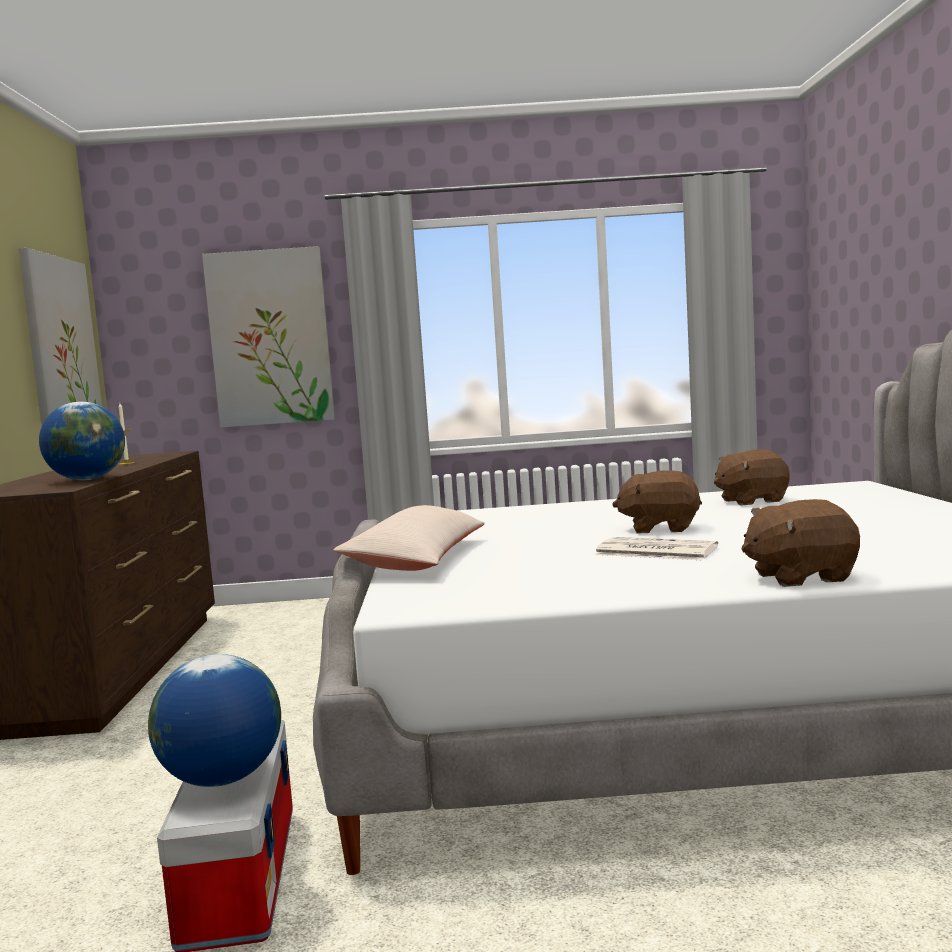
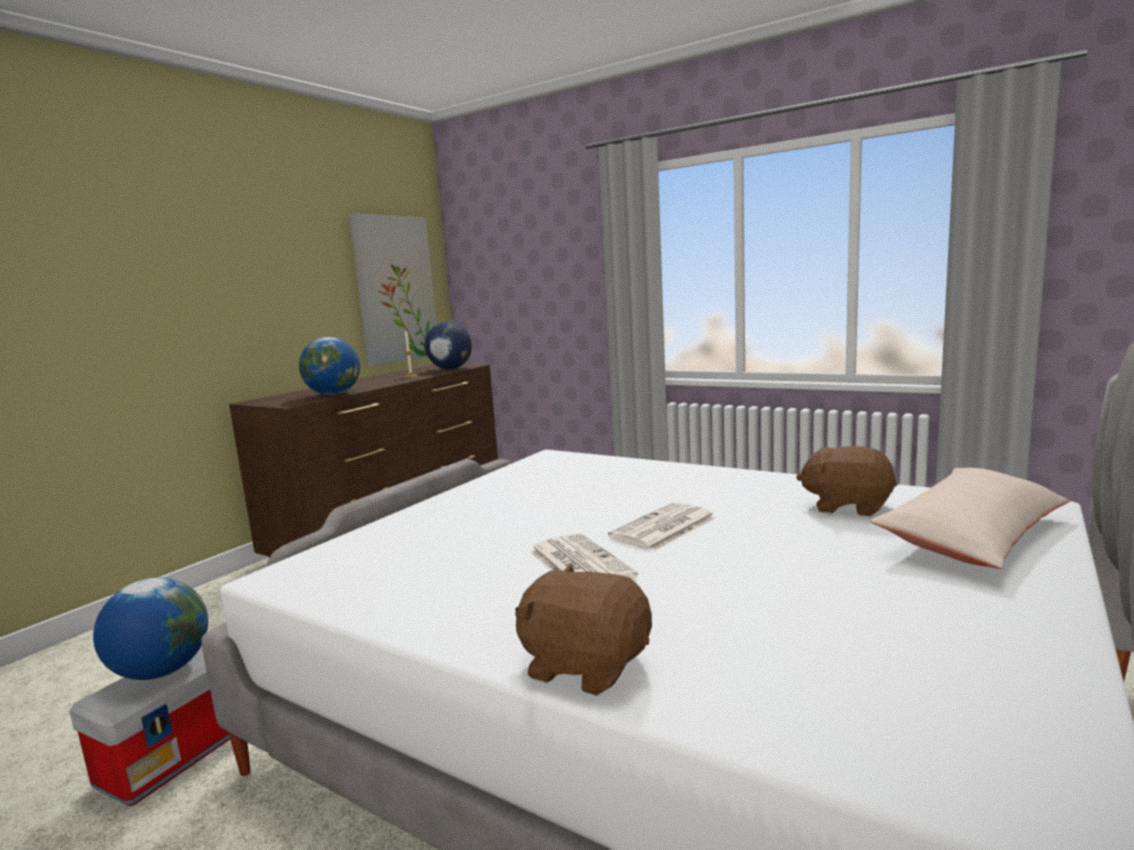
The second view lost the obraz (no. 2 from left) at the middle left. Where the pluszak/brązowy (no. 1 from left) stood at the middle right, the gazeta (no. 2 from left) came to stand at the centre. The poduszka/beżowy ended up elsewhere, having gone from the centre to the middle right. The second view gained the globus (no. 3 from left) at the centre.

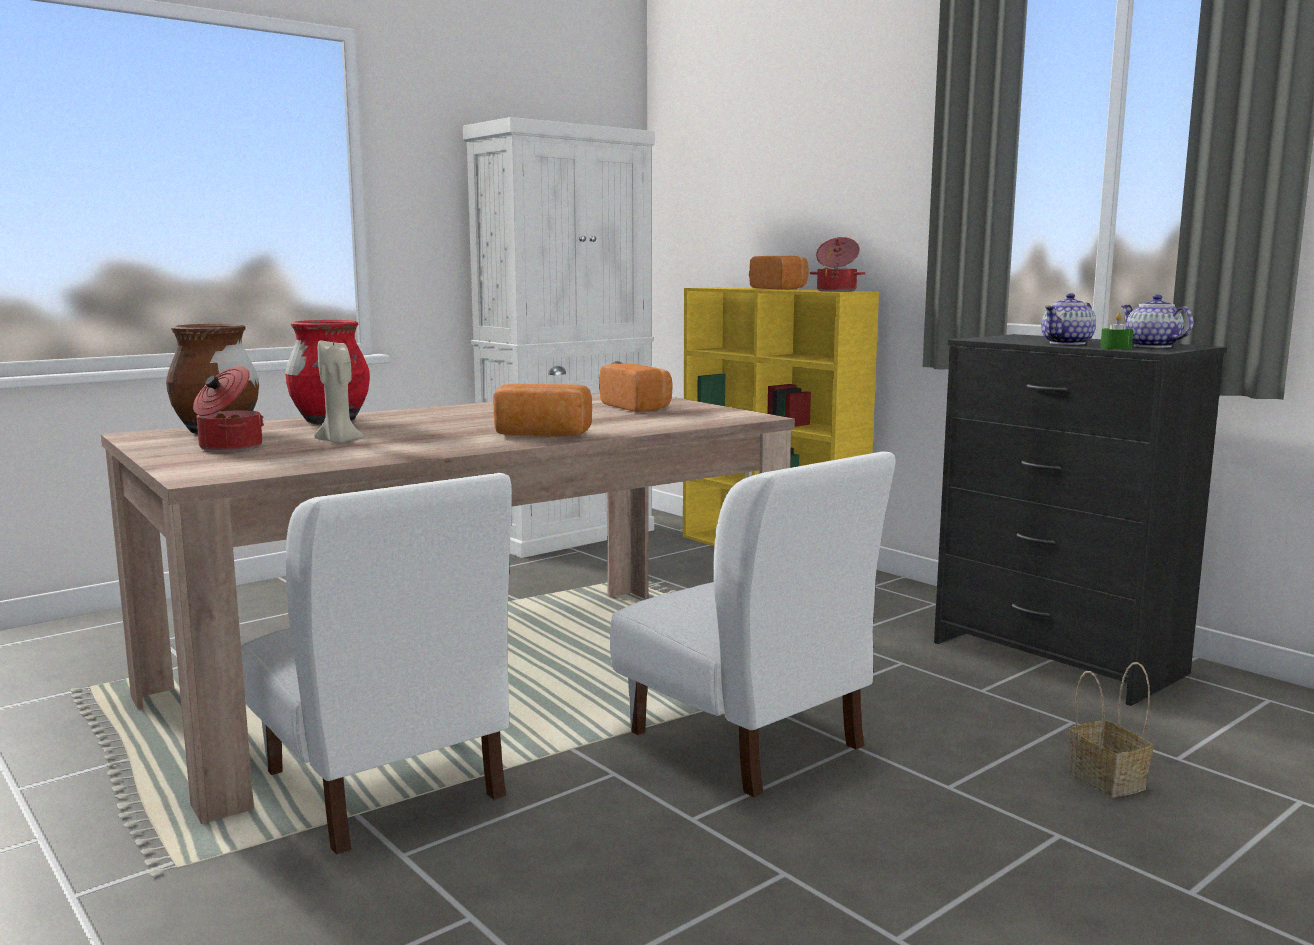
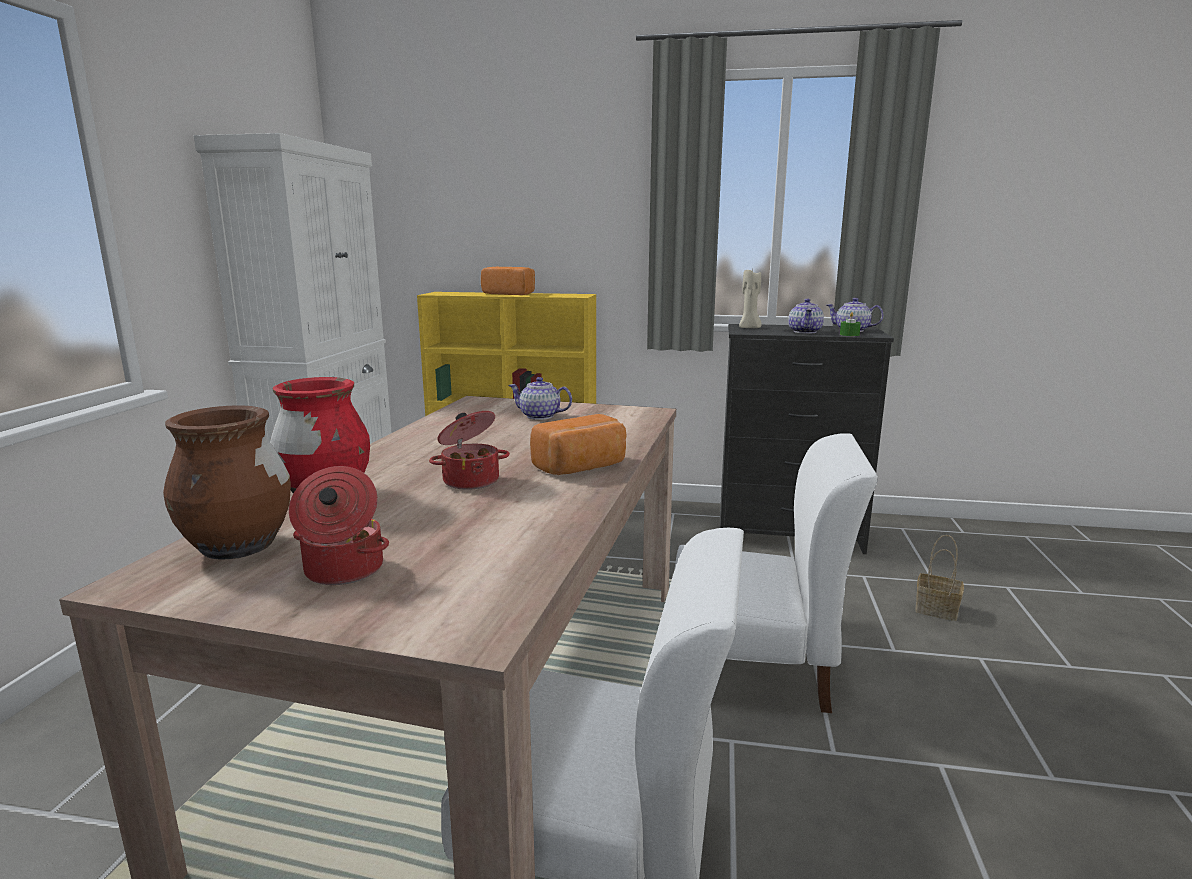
The garnek (no. 2 from left) ended up elsewhere, having gone from the top centre to the centre. The świeca/beżowy ended up elsewhere, having gone from the middle left to the centre. Where the chleb (no. 2 from left) stood at the centre, the imbryk (no. 1 from left) came to stand at the centre.

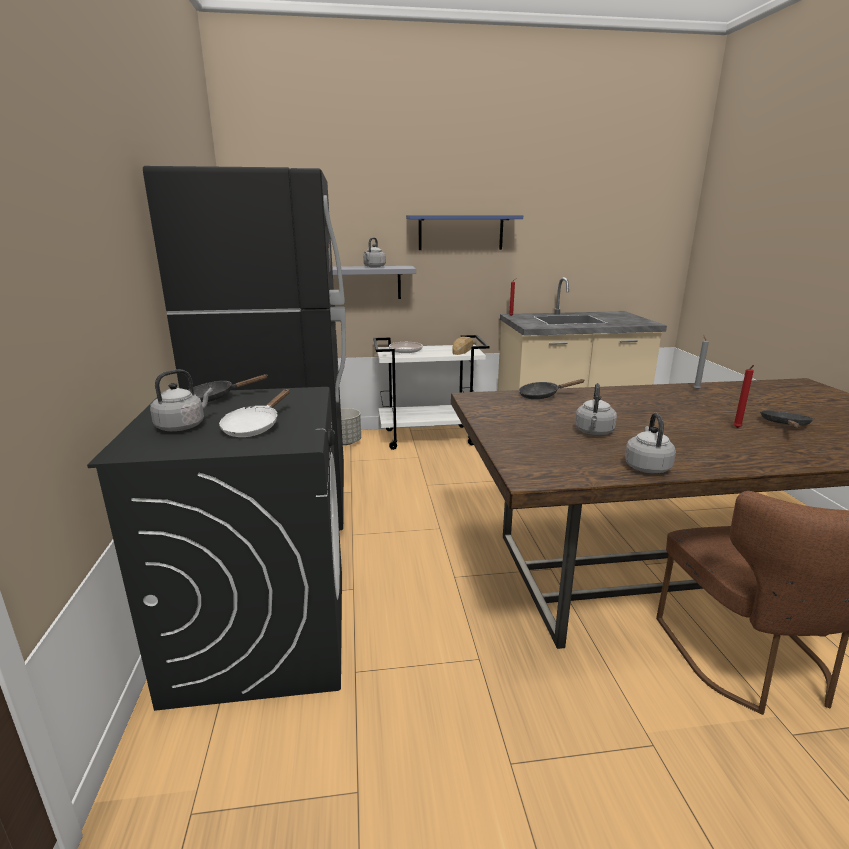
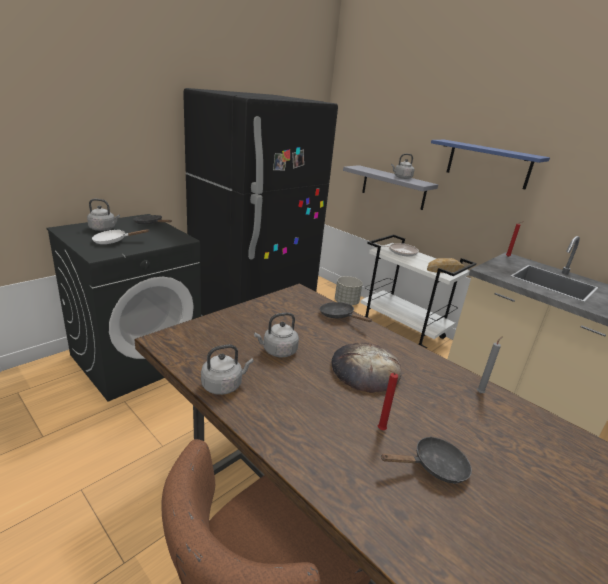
The second view gained the chleb (no. 1 from left) at the centre.

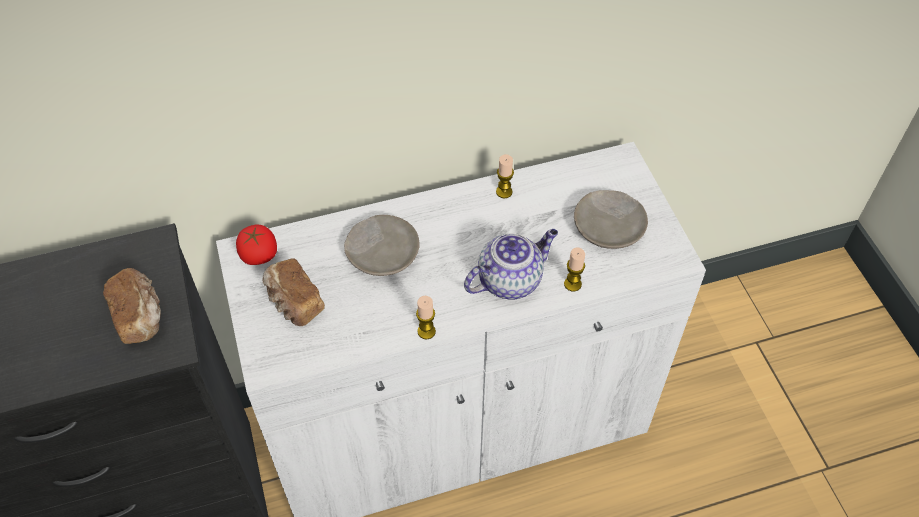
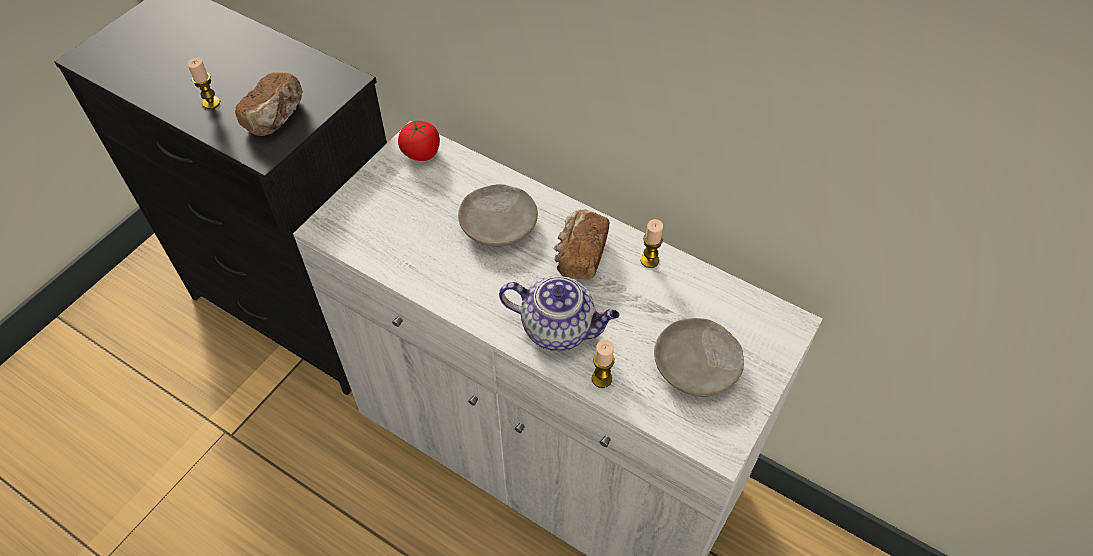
The chleb (no. 2 from left) ended up elsewhere, having gone from the middle left to the centre. The świeca (no. 1 from left) ended up elsewhere, having gone from the centre to the top left.

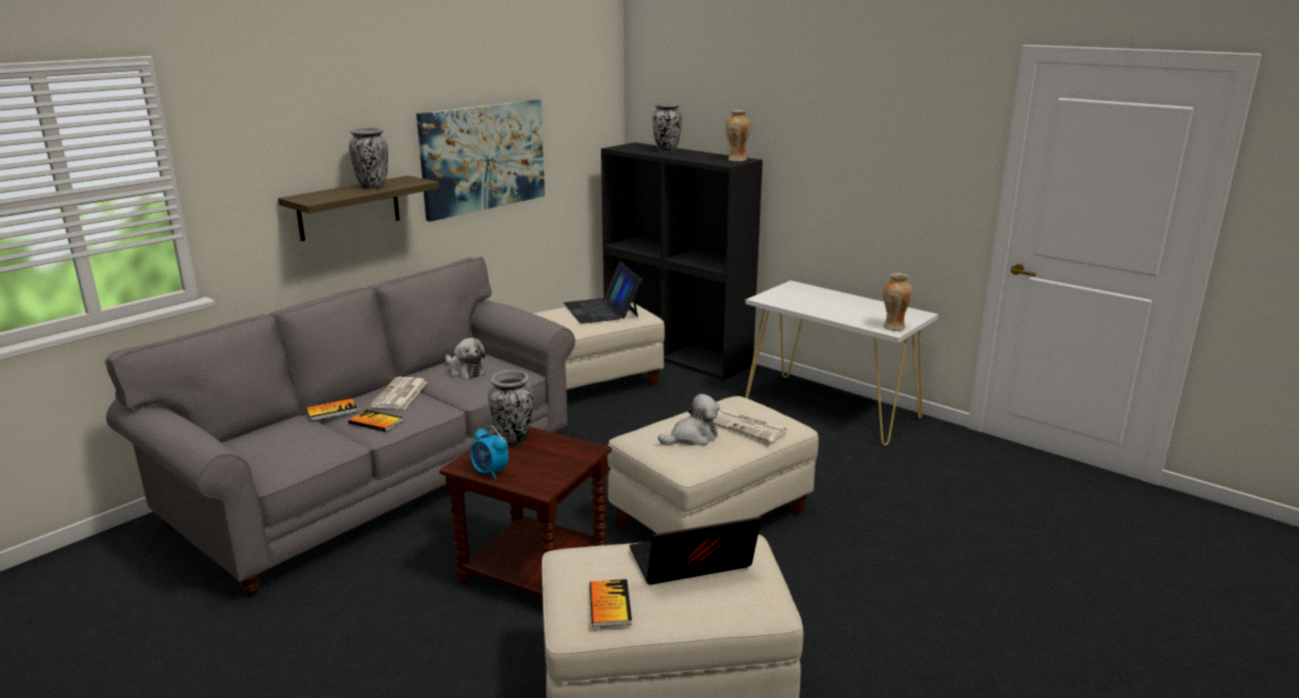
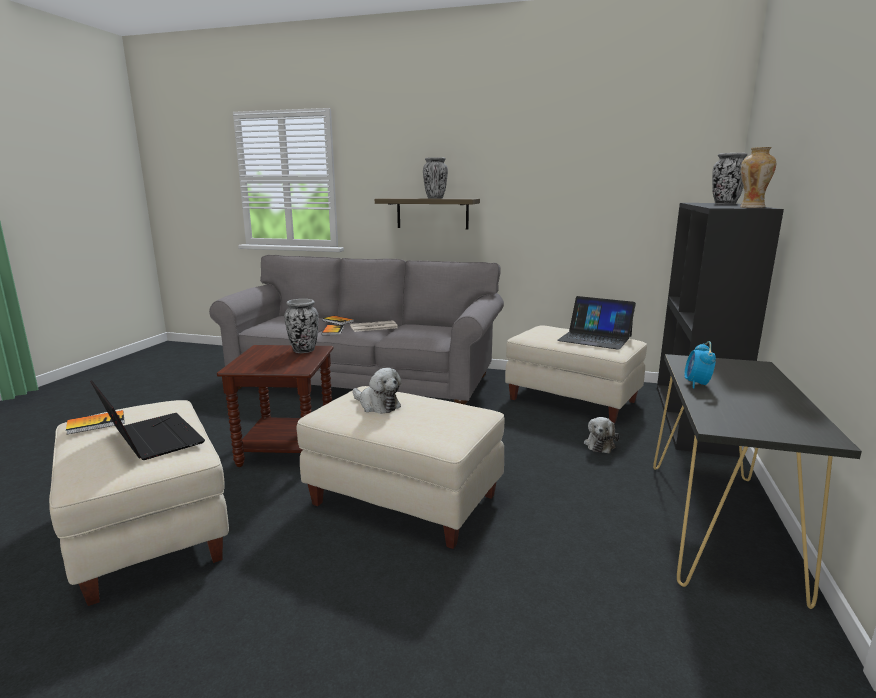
The second view lost the obraz at the top centre. The laptop (no. 1 from left in the first image) at the centre ended up facing another way, 105 degrees counterclockwise from before. The second view lost the wazon (no. 5 from left) at the middle right. What was the stolik konsolowy/biały at the centre turned into the stolik konsolowy/czarny at the bottom right. The pluszak (no. 1 from left in the first image) ended up elsewhere, having gone from the centre to the middle right. The second view lost the gazeta (no. 2 from left) at the centre. The budzik ended up elsewhere, having gone from the centre to the middle right.

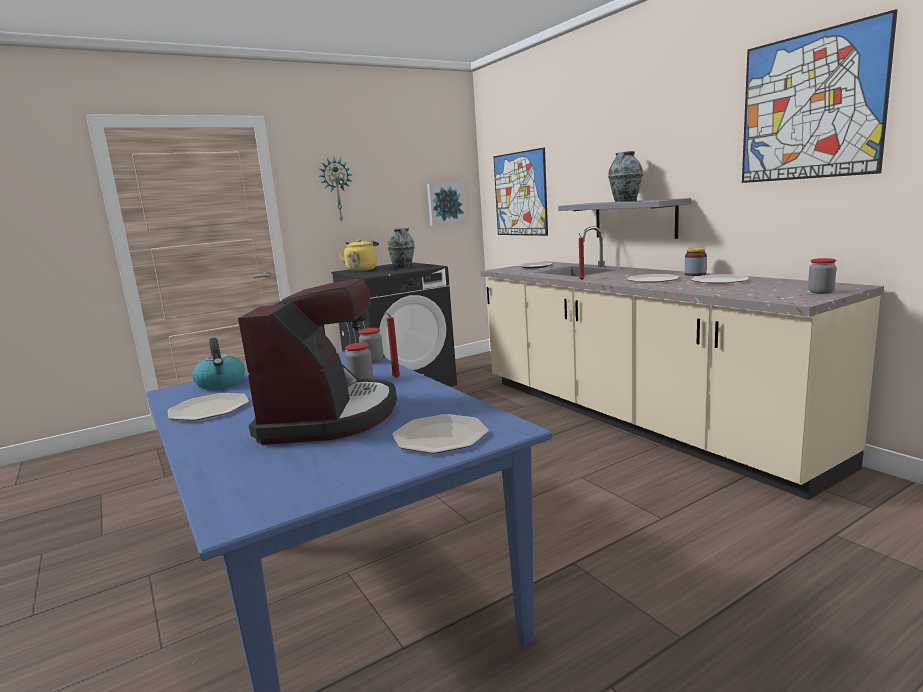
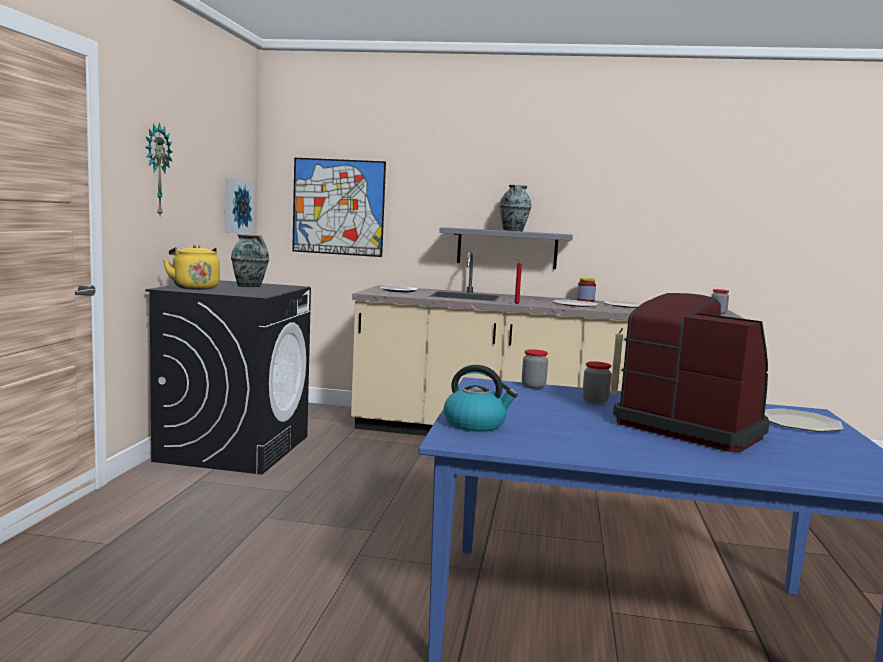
The second view lost the obraz (no. 3 from left) at the top right. What was the świeca/czerwony (no. 1 from left) at the centre turned into the świeca/beżowy at the middle right. The second view lost the talerz (no. 1 from left) at the middle left.

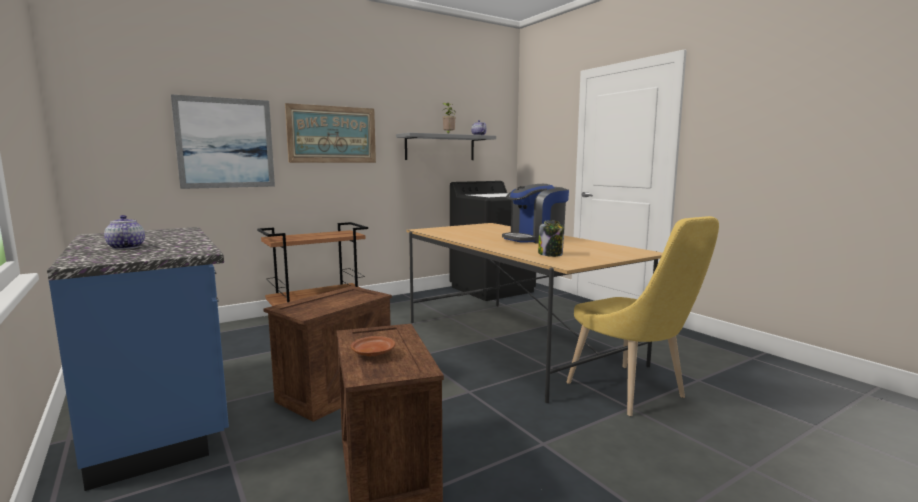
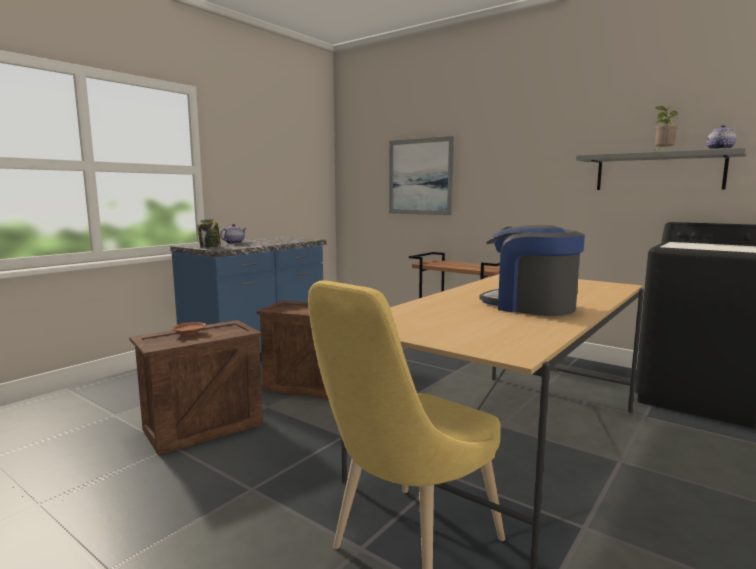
The second view lost the obraz (no. 2 from left) at the top centre. The słoik ended up elsewhere, having gone from the centre to the middle left.

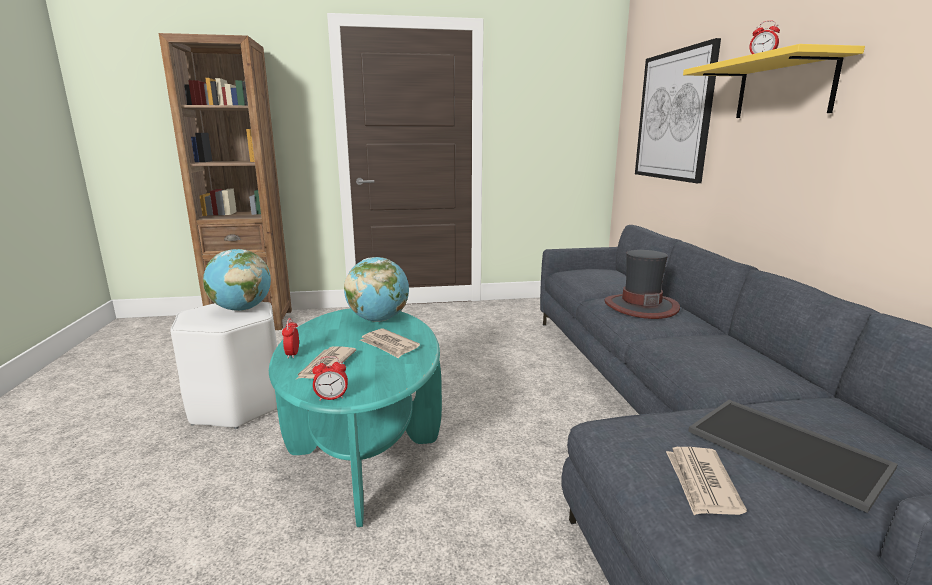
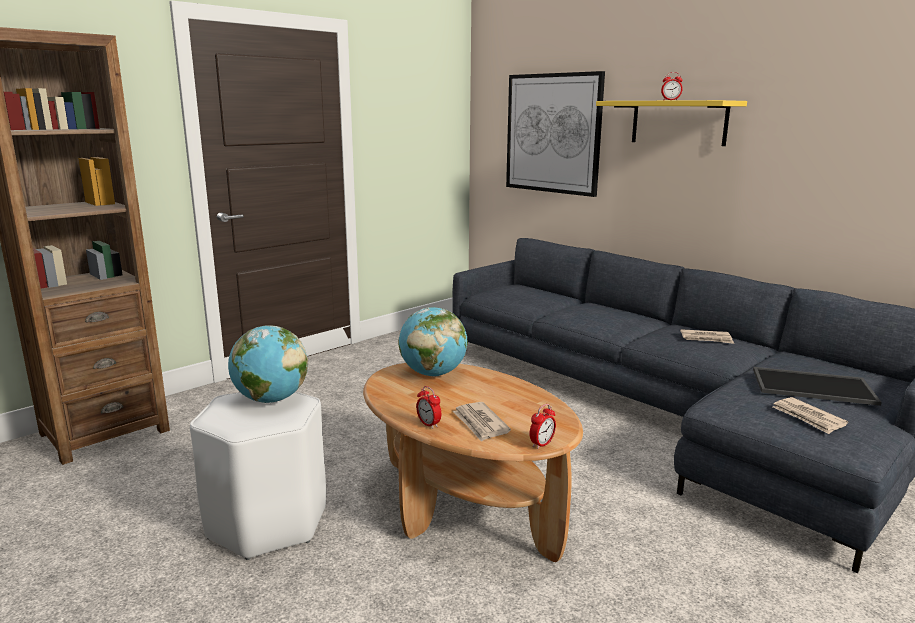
The second view lost the kapelusz at the middle right. What was the ława/turkusowy at the bottom centre turned into the ława/brązowy at the bottom centre. The gazeta (no. 2 from left) ended up elsewhere, having gone from the centre to the middle right.

